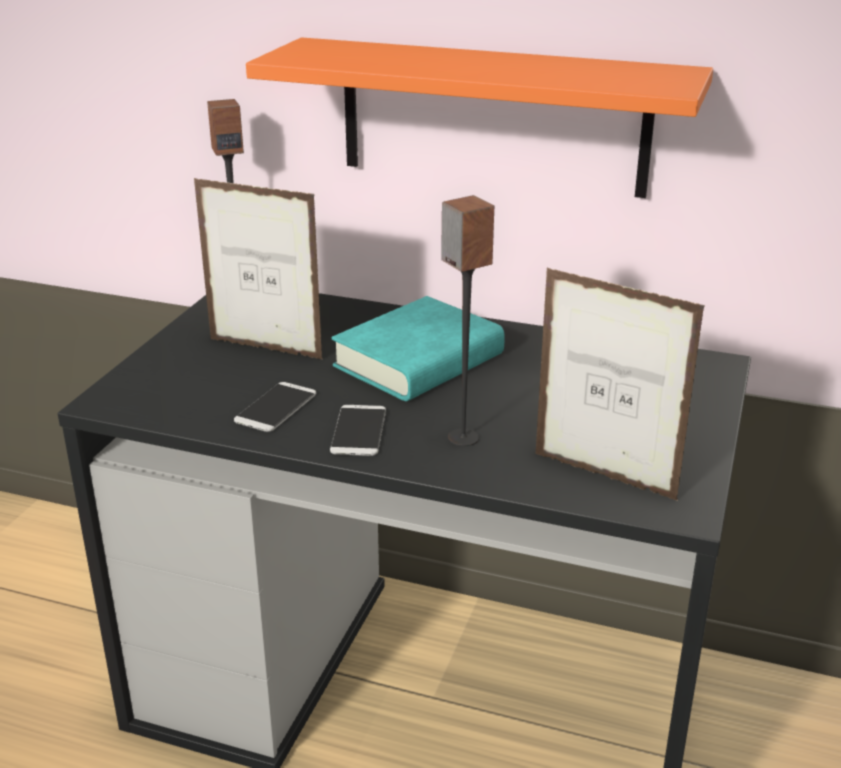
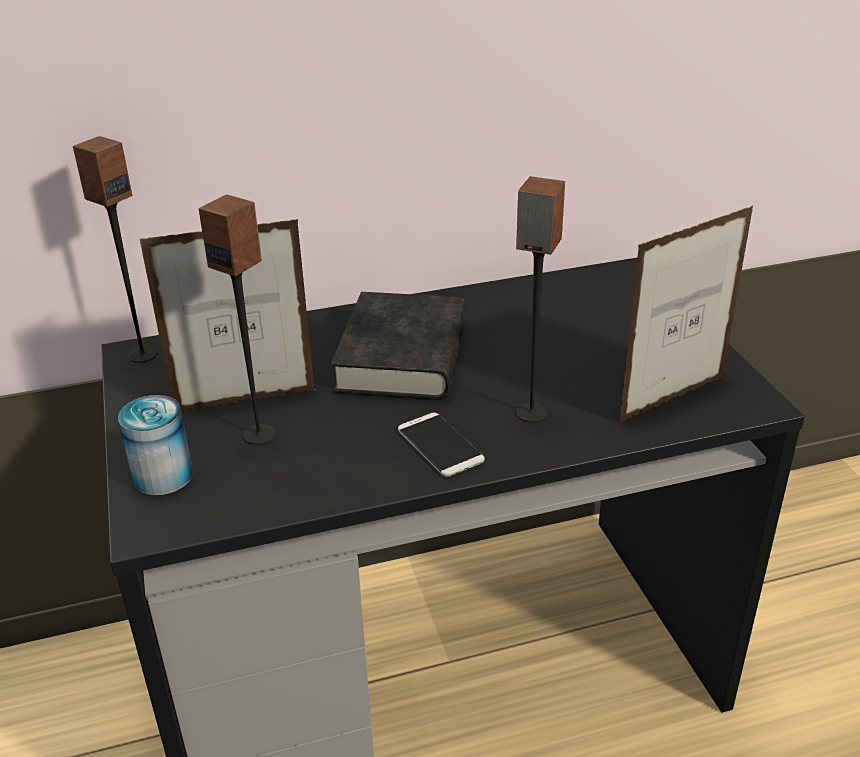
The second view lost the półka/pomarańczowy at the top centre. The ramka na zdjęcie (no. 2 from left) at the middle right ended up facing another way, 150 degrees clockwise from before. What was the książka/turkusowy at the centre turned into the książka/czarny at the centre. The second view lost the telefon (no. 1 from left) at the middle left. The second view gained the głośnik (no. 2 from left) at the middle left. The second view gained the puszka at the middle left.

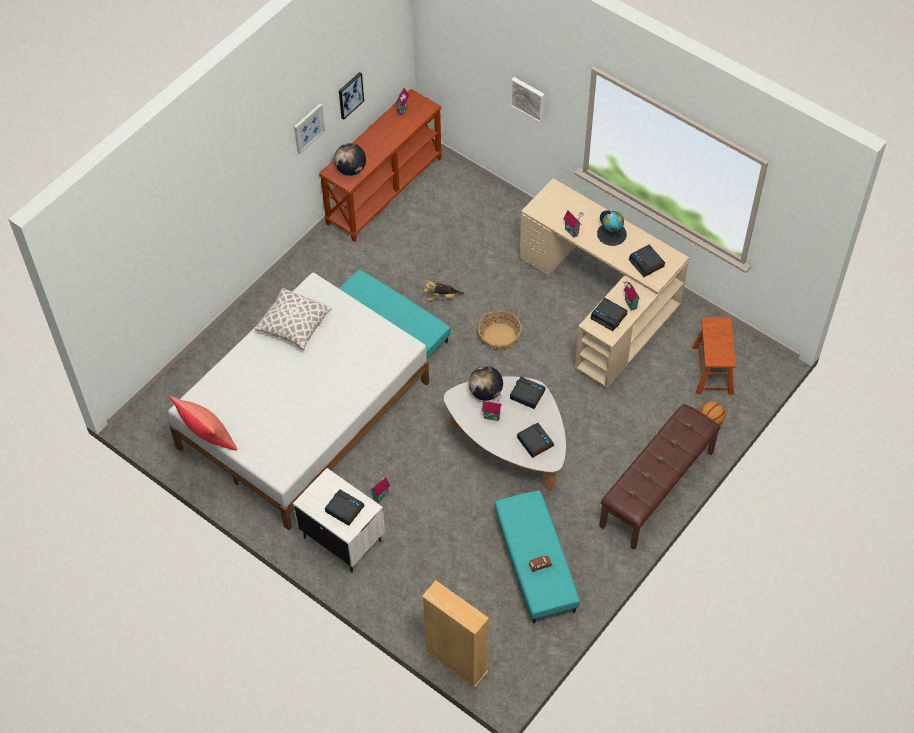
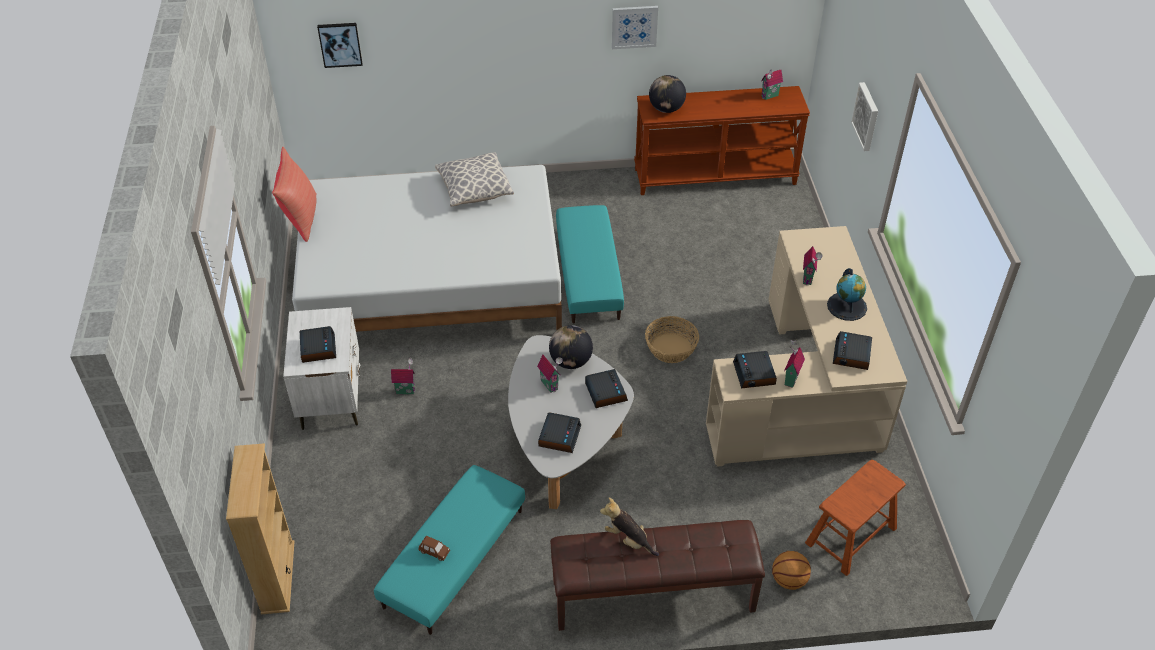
The obraz (no. 2 from left in the first image) ended up elsewhere, having gone from the top centre to the top left. The pluszak ended up elsewhere, having gone from the centre to the bottom centre.

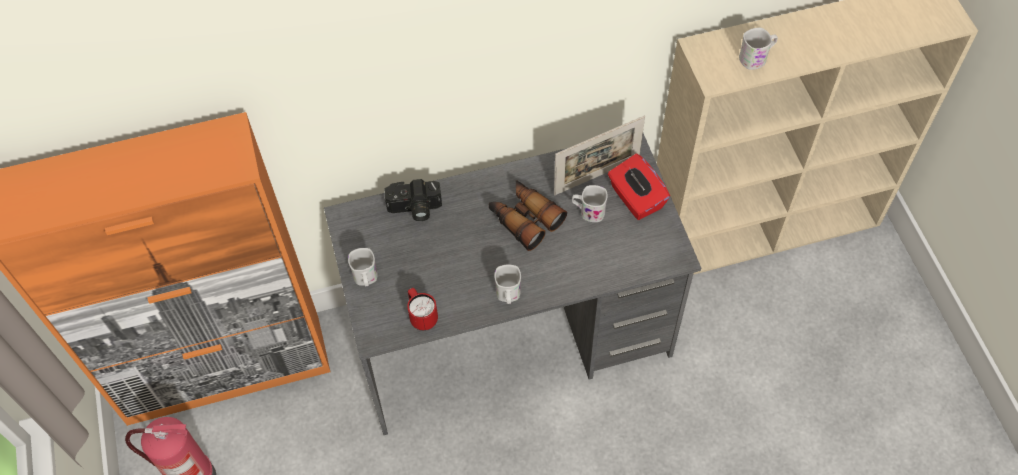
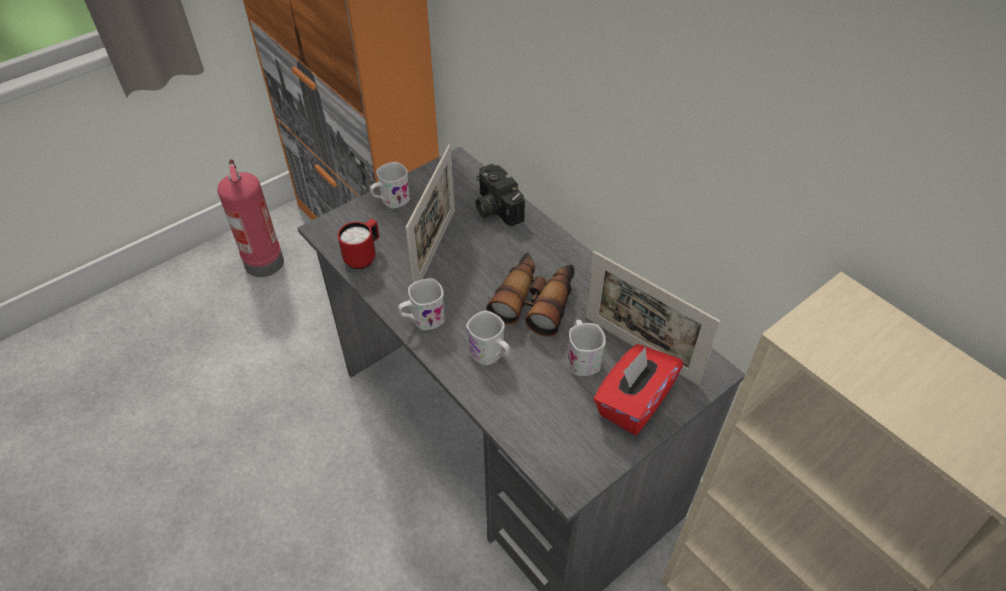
The kubek/biały (no. 4 from left in the first image) ended up elsewhere, having gone from the top right to the centre. The second view gained the ramka na zdjęcie (no. 1 from left) at the centre.

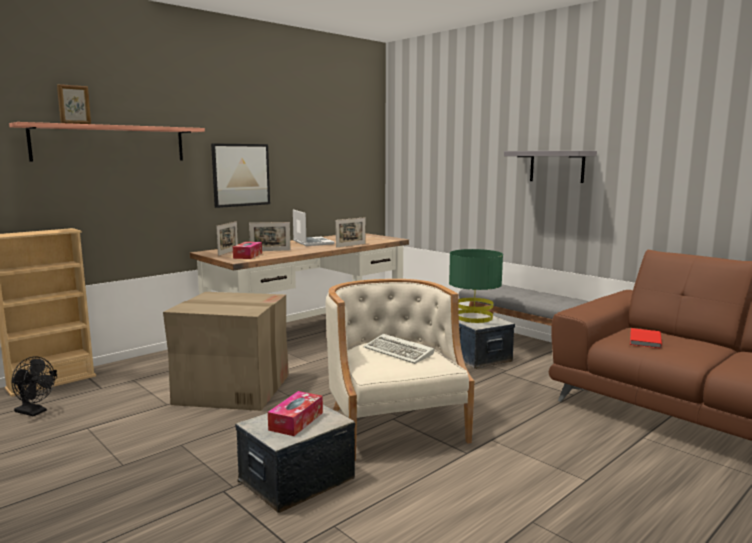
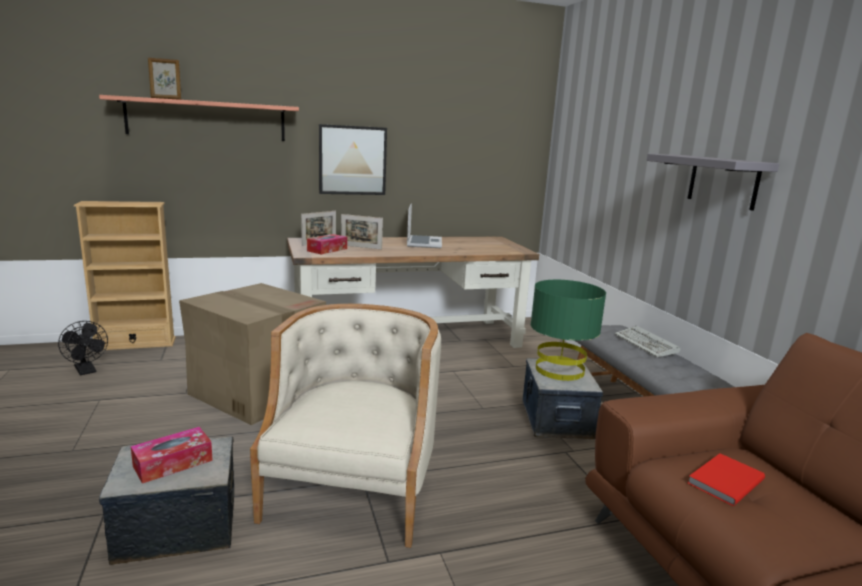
The second view lost the ramka na zdjęcie (no. 4 from left) at the centre. The klawiatura ended up elsewhere, having gone from the centre to the middle right.

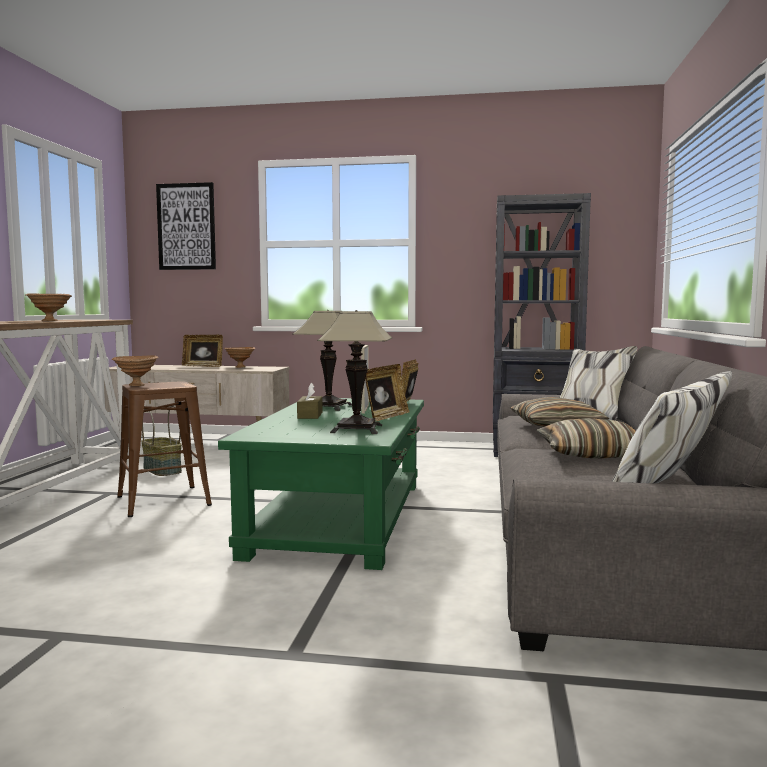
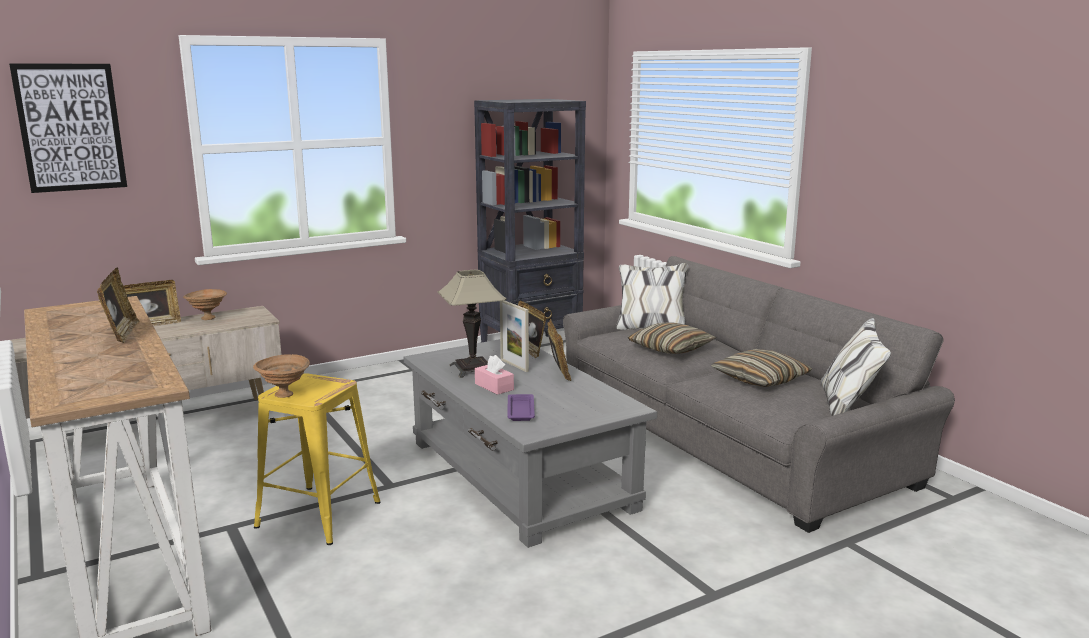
Where the miska/brązowy (no. 1 from left) stood at the middle left, the ramka na zdjęcie (no. 1 from left) came to stand at the middle left. The second view lost the lampa stołowa (no. 2 from left) at the centre. What was the stołek/brązowy at the middle left turned into the stołek/żółty at the bottom left. What was the pudełko chusteczek/brązowy at the centre turned into the pudełko chusteczek/różowy at the centre. What was the ława/zielony at the centre turned into the ława/szary at the bottom centre. The second view lost the koszyk at the middle left. The second view gained the taca/fioletowy at the centre.

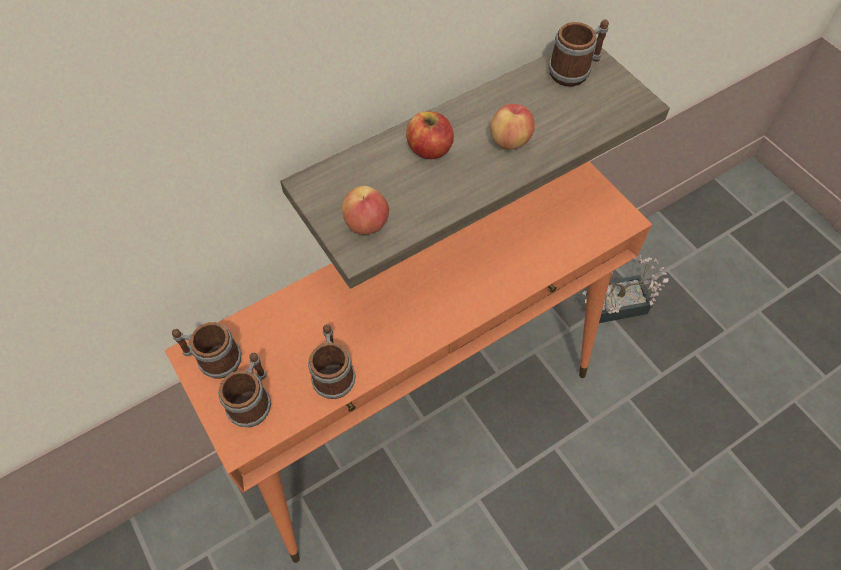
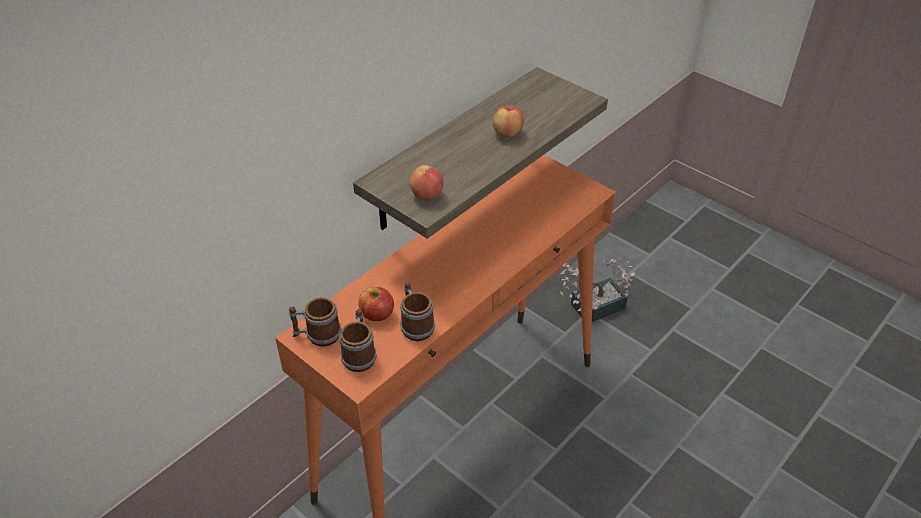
The second view lost the kubek (no. 4 from left) at the top right. The jabłko (no. 2 from left in the first image) ended up elsewhere, having gone from the top centre to the centre.

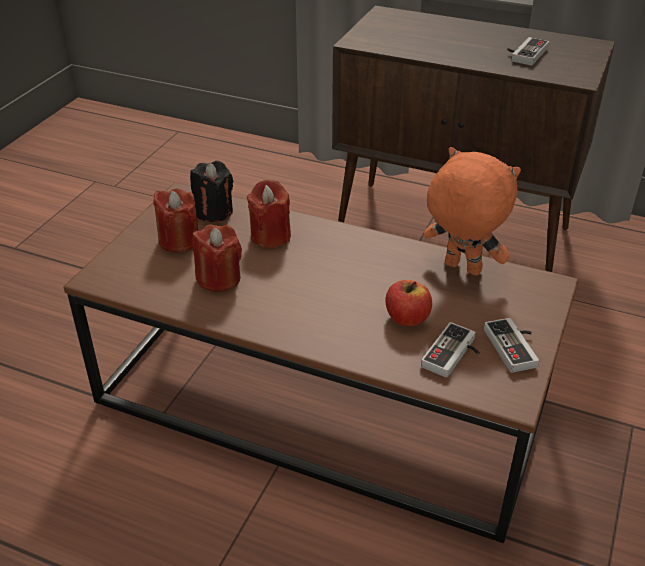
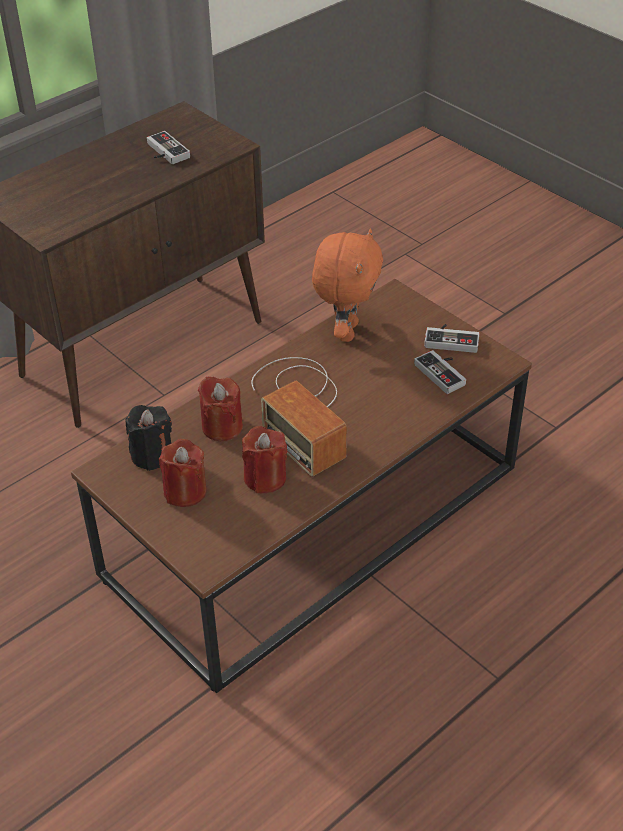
The pluszak/pomarańczowy at the middle right ended up facing another way, 135 degrees clockwise from before. The second view lost the jabłko at the centre. The second view gained the radio at the centre.

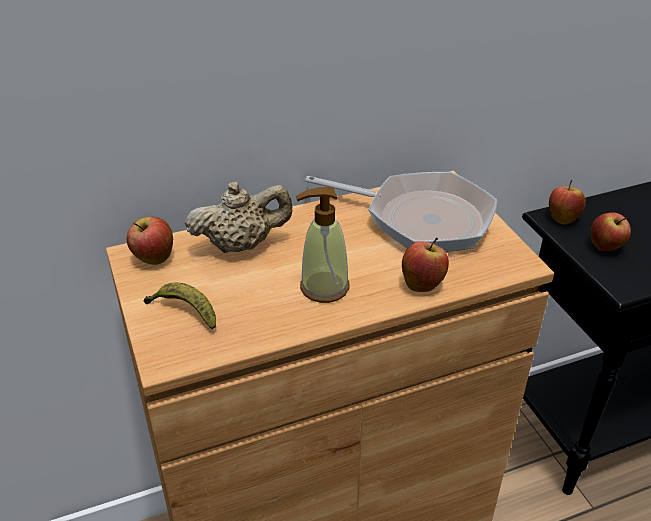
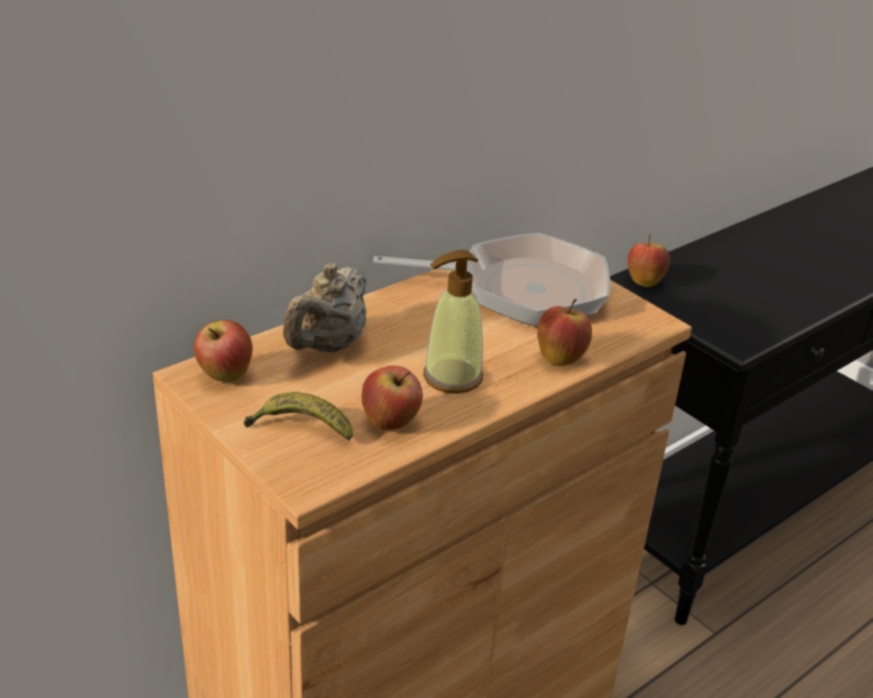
The imbryk/beżowy at the centre ended up facing another way, 150 degrees clockwise from before. The jabłko (no. 4 from left in the first image) ended up elsewhere, having gone from the middle right to the centre.

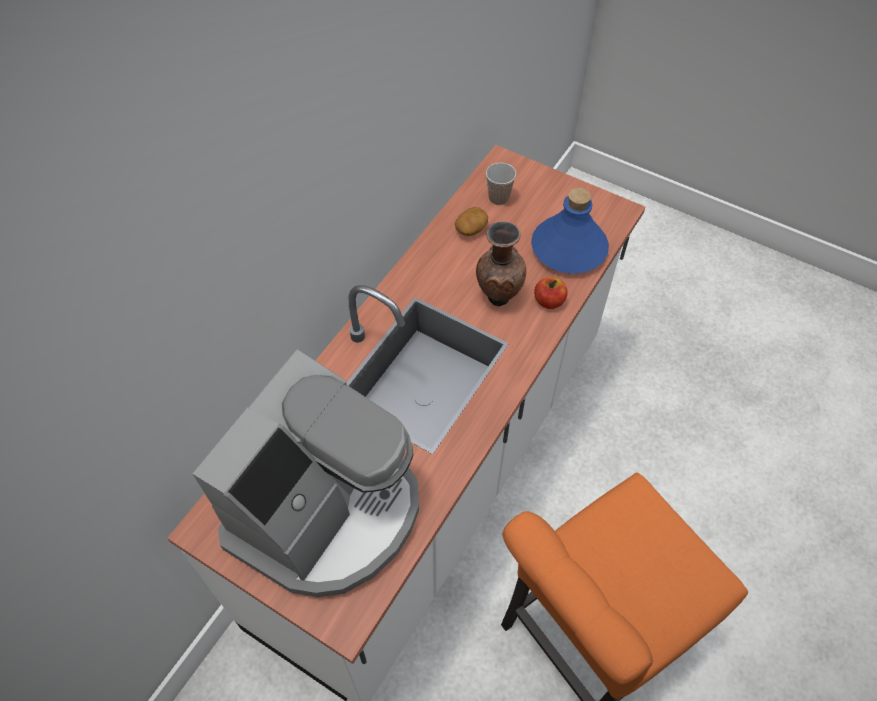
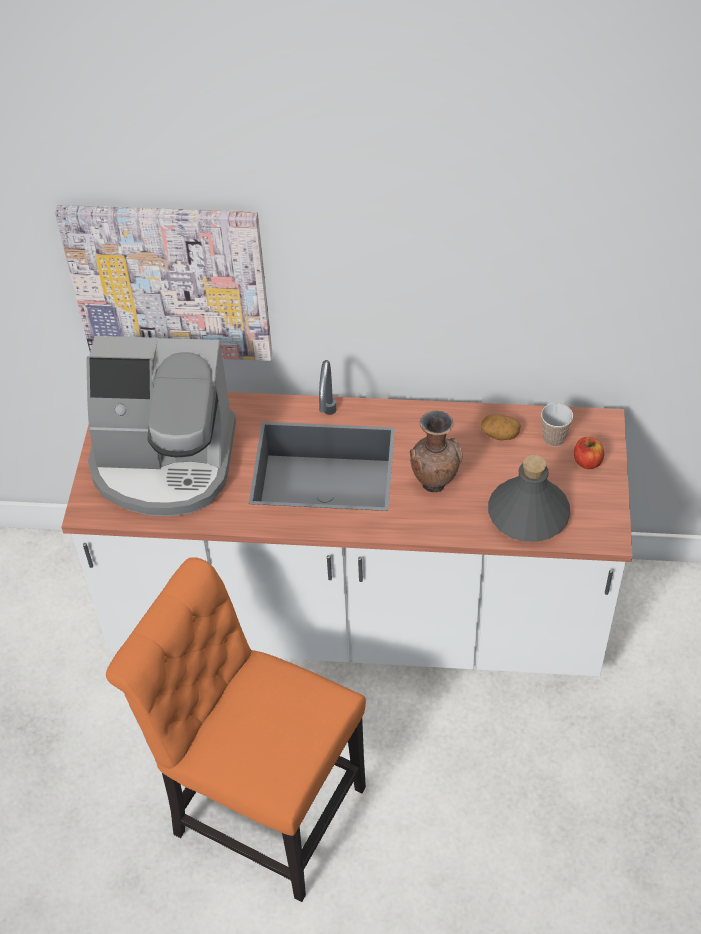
What was the butelka/niebieski at the top centre turned into the butelka/szary at the middle right. The jabłko ended up elsewhere, having gone from the centre to the middle right. The second view gained the obraz at the top left.

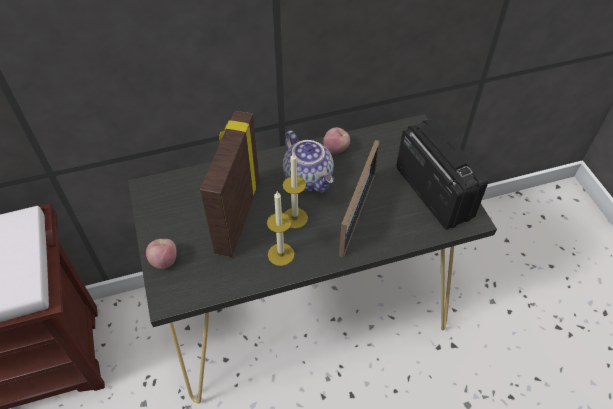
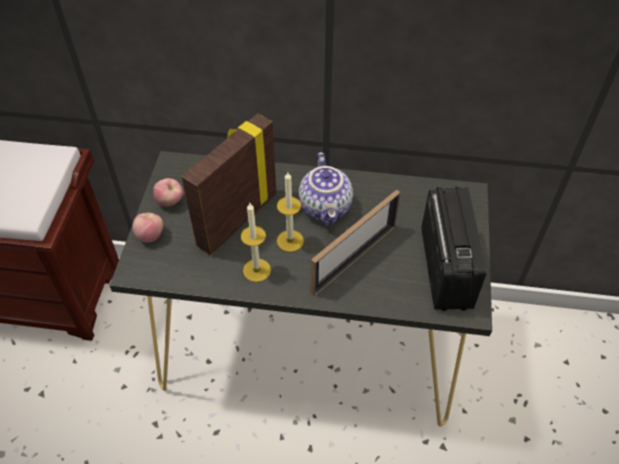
The jabłko (no. 2 from left) ended up elsewhere, having gone from the centre to the middle left.

